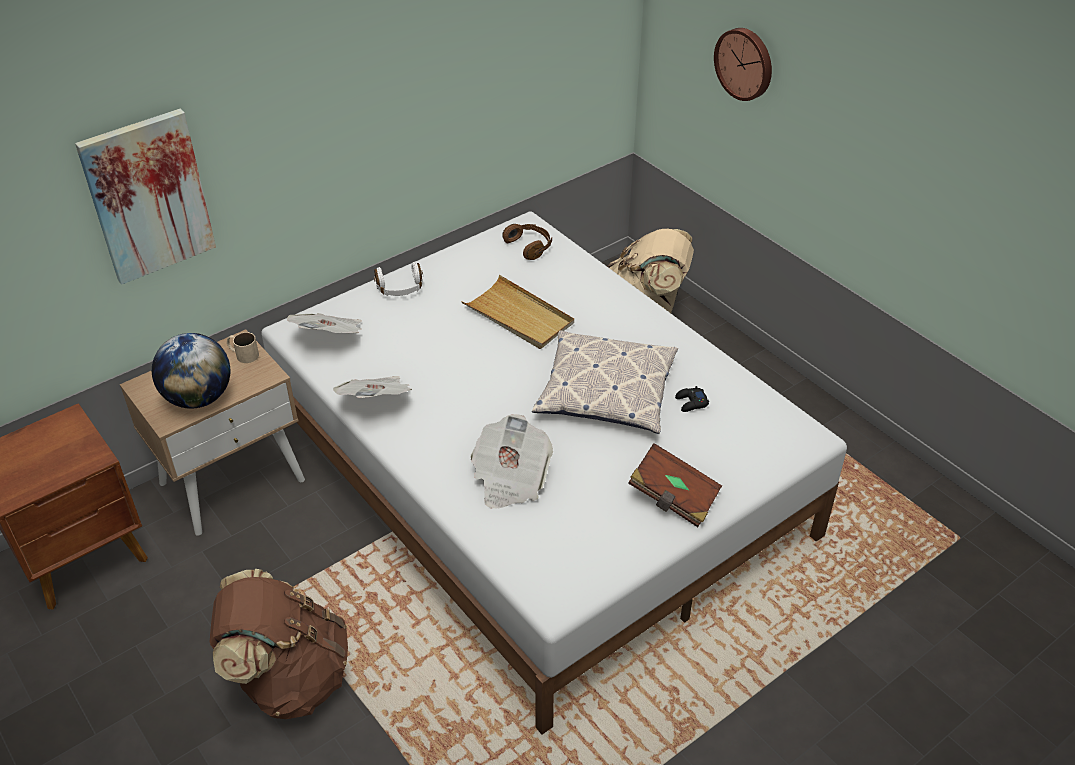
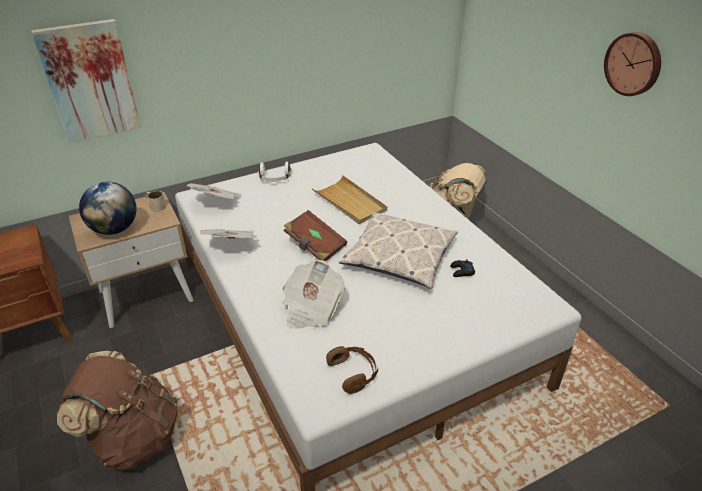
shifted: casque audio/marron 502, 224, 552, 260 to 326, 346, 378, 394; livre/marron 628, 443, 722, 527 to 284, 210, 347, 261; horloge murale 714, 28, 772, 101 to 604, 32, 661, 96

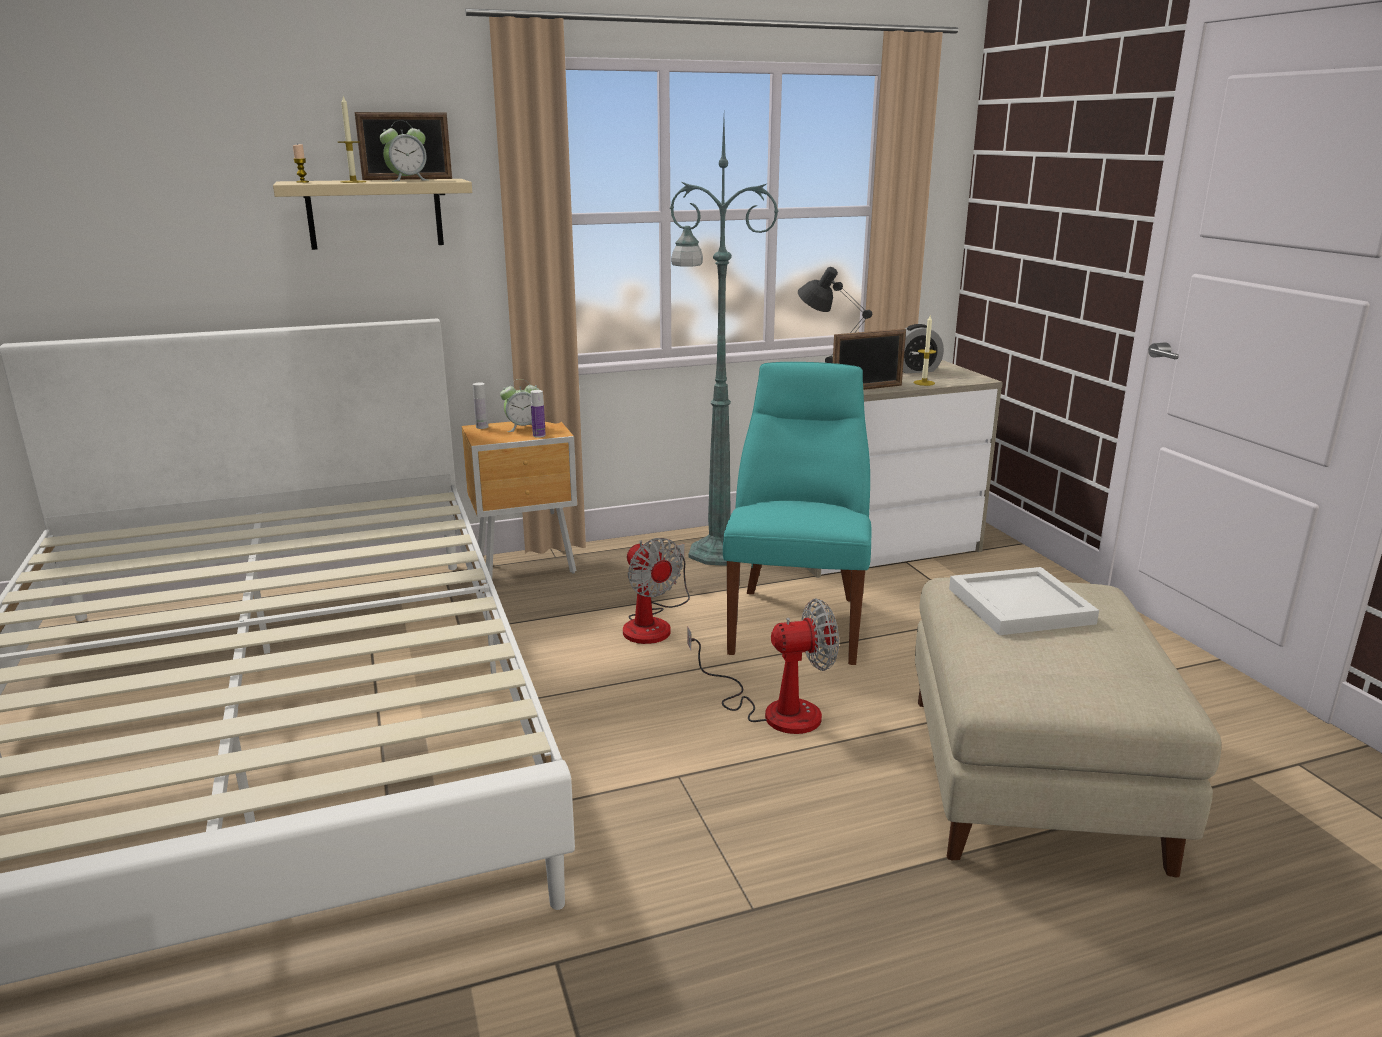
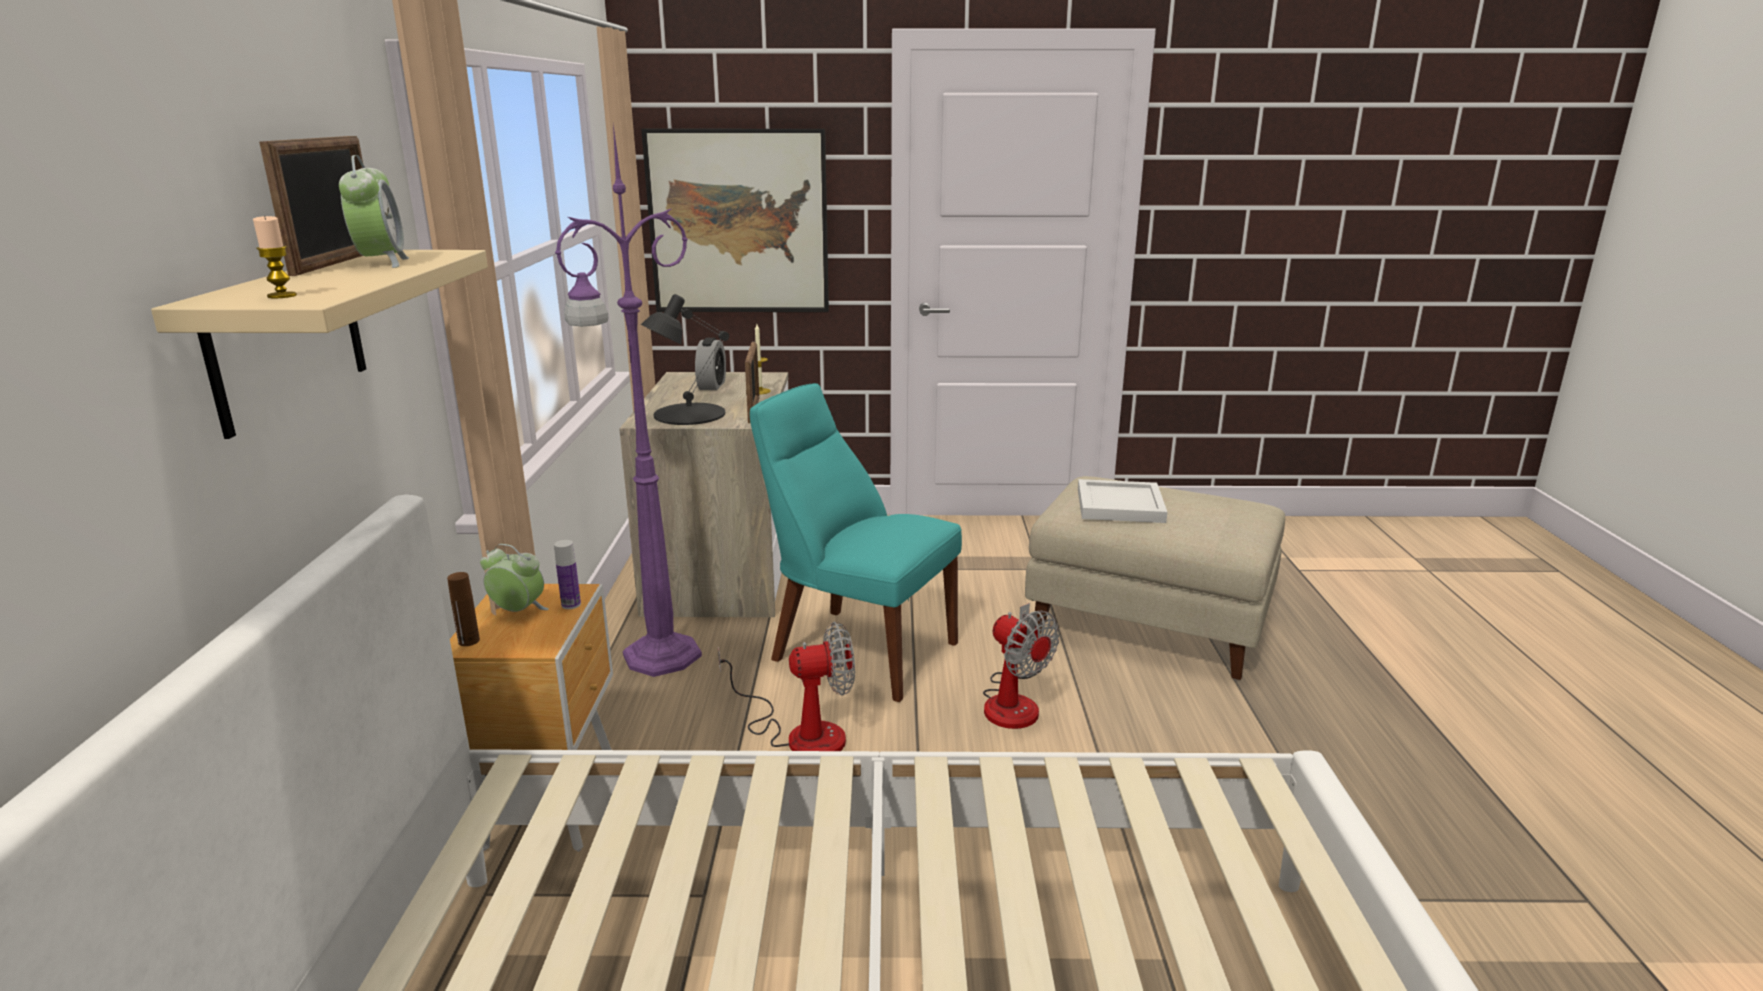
gone: bougie 338, 96, 366, 183
new: tableau 641, 129, 829, 312
repainted: bouteille/blanc 473, 383, 488, 429 to bouteille/marron 447, 572, 480, 646; lampadaire/vert 670, 120, 779, 566 to lampadaire/violet 555, 125, 702, 677
rotated: réveil 500, 379, 540, 432 = 480, 544, 549, 612 75 degrees counterclockwise; ventilateur 688, 599, 839, 734 = 983, 603, 1060, 729 135 degrees clockwise

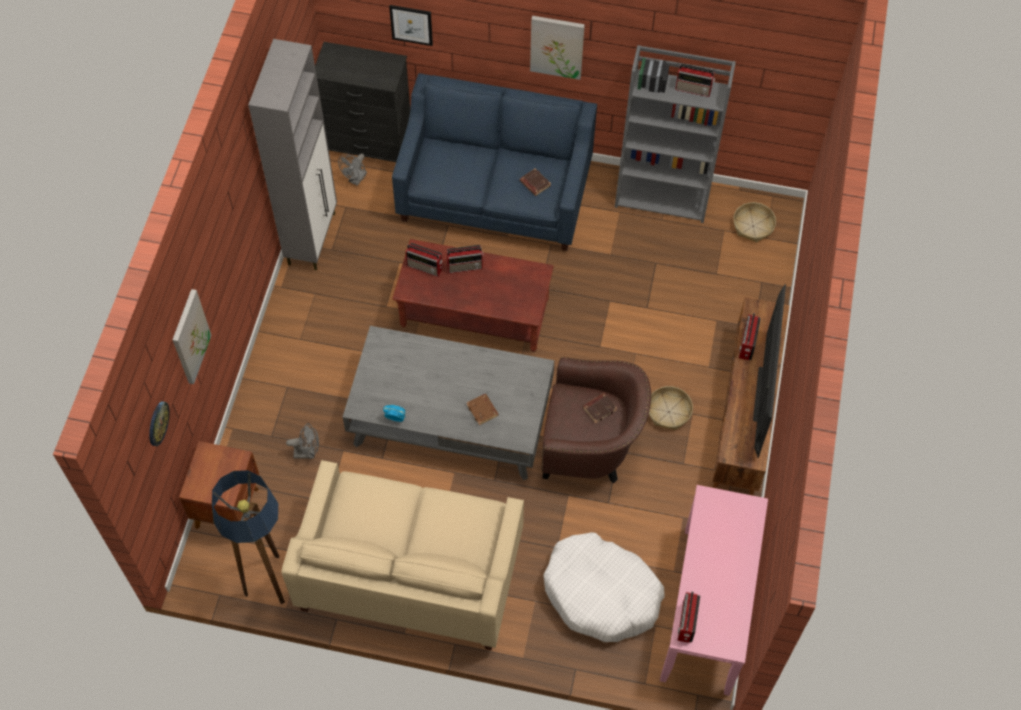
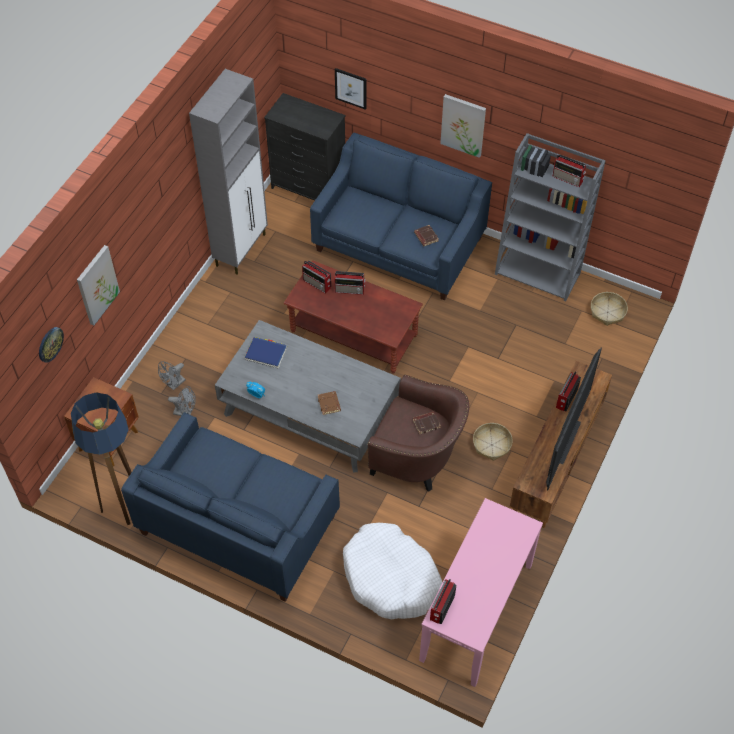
new: livre/bleu 244, 337, 287, 368
shifted: ventilateur/gris 338, 154, 367, 186 to 158, 361, 186, 391
repainted: canapé/beige 281, 460, 524, 650 to canapé/bleu 121, 412, 340, 602

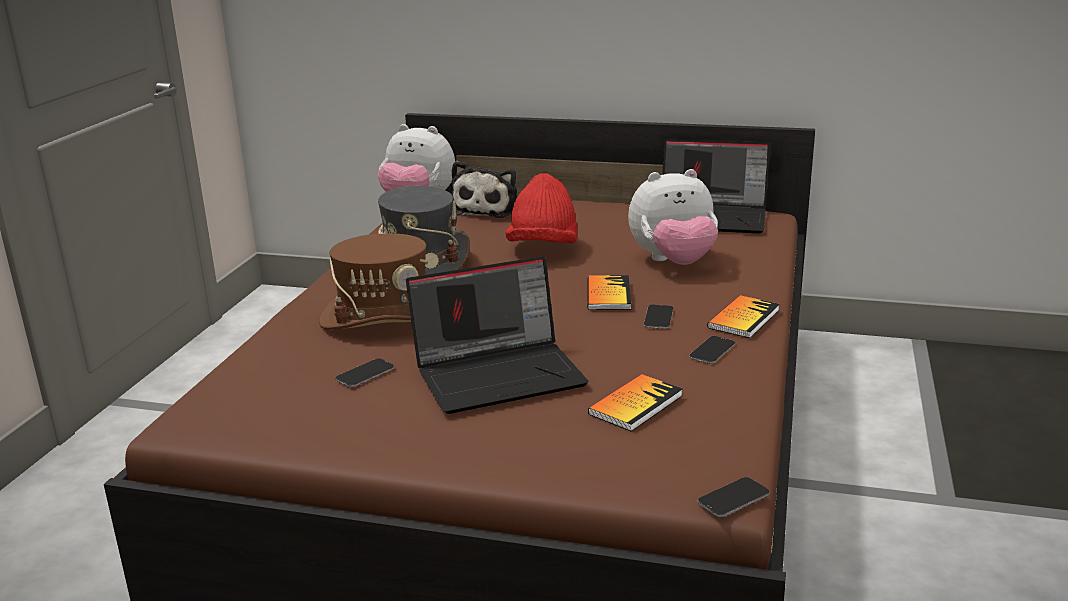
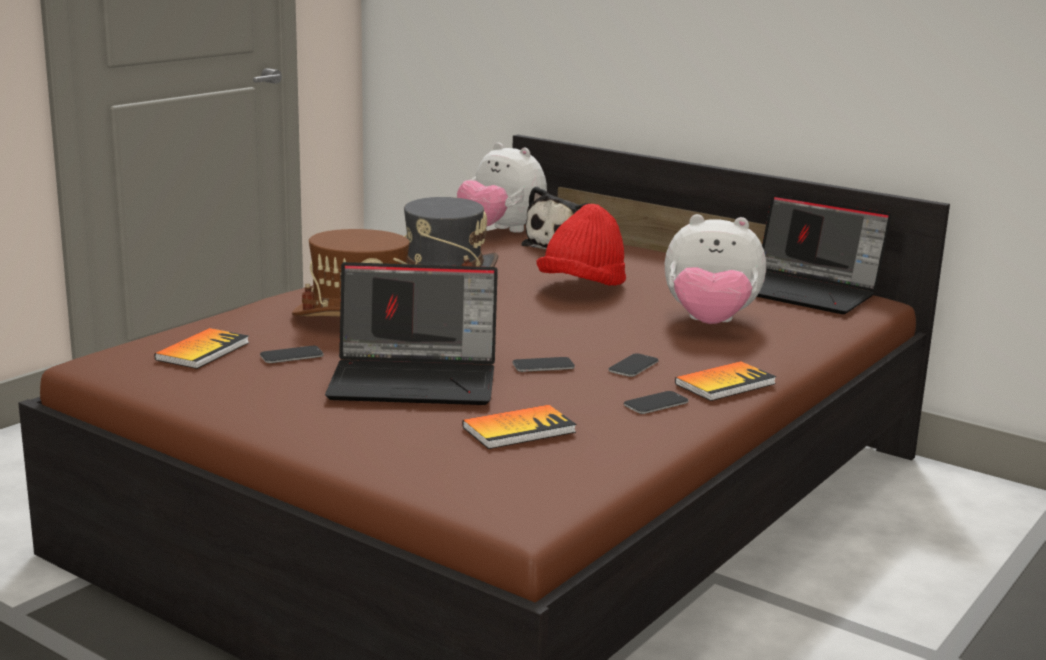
shifted: livre 587, 275, 631, 310 to 154, 328, 249, 369; téléphone 698, 477, 769, 517 to 512, 357, 575, 372

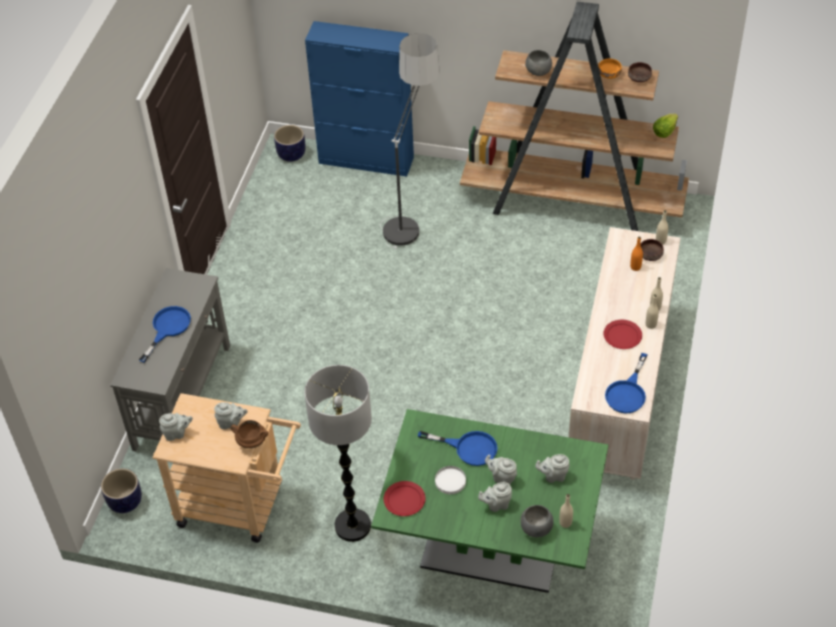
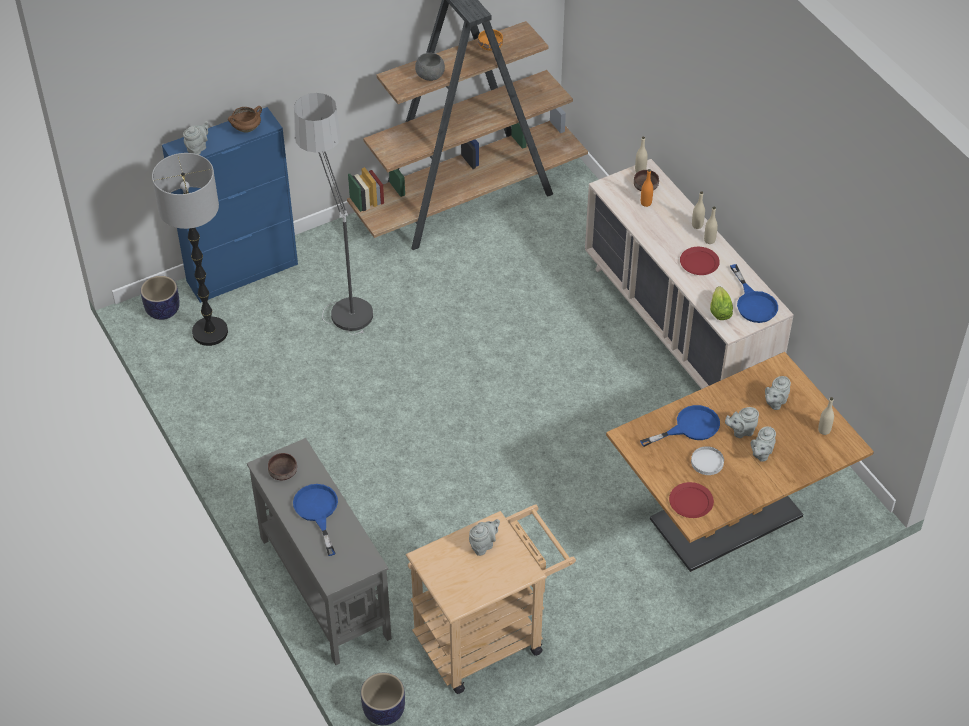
gone: bol/gris 520, 505, 554, 537
shifted: théière/gris 159, 413, 193, 441 to 183, 121, 208, 155; marmite/marron 231, 420, 268, 449 to 228, 106, 262, 133; lampadaire 304, 365, 372, 542 to 152, 153, 228, 346; bol/marron 628, 62, 652, 82 to 268, 453, 297, 480; laitue 653, 114, 678, 138 to 710, 286, 733, 320
repainted: table à manger/vert 371, 409, 608, 593 to table à manger/marron 606, 352, 874, 572

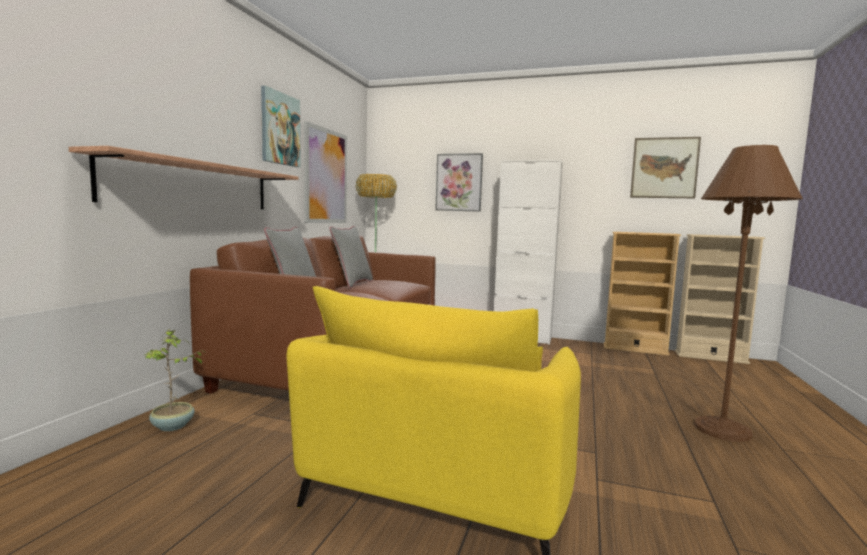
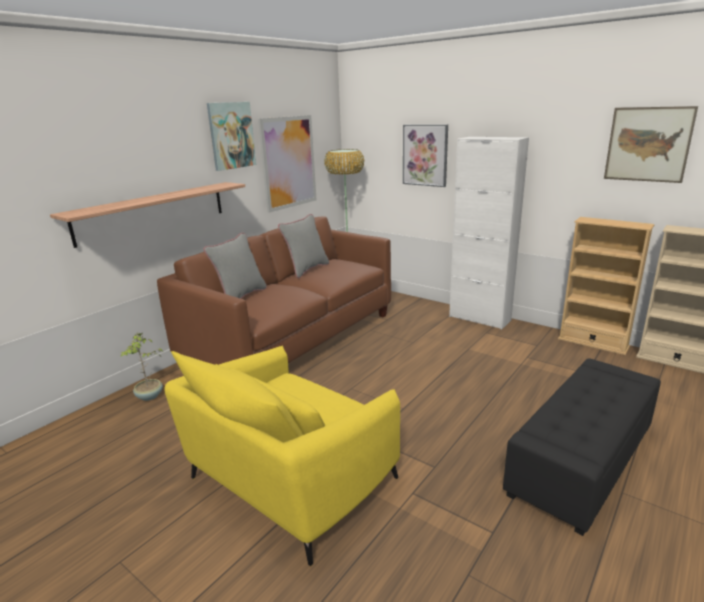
swapped: lampadaire/marron 694, 145, 803, 442 to pouf/noir 503, 358, 661, 536

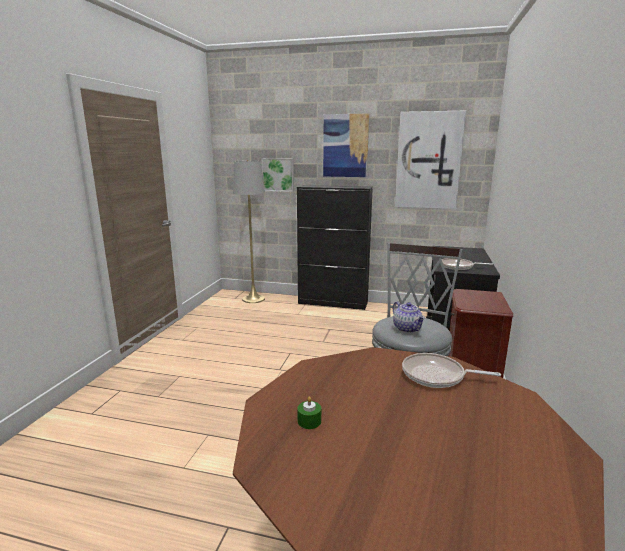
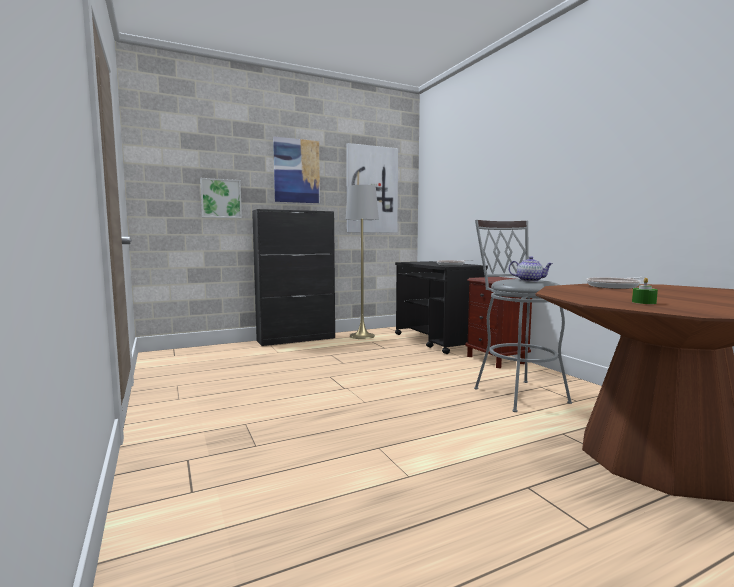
shifted: lampadaire/gris 233, 160, 265, 303 to 345, 185, 379, 339

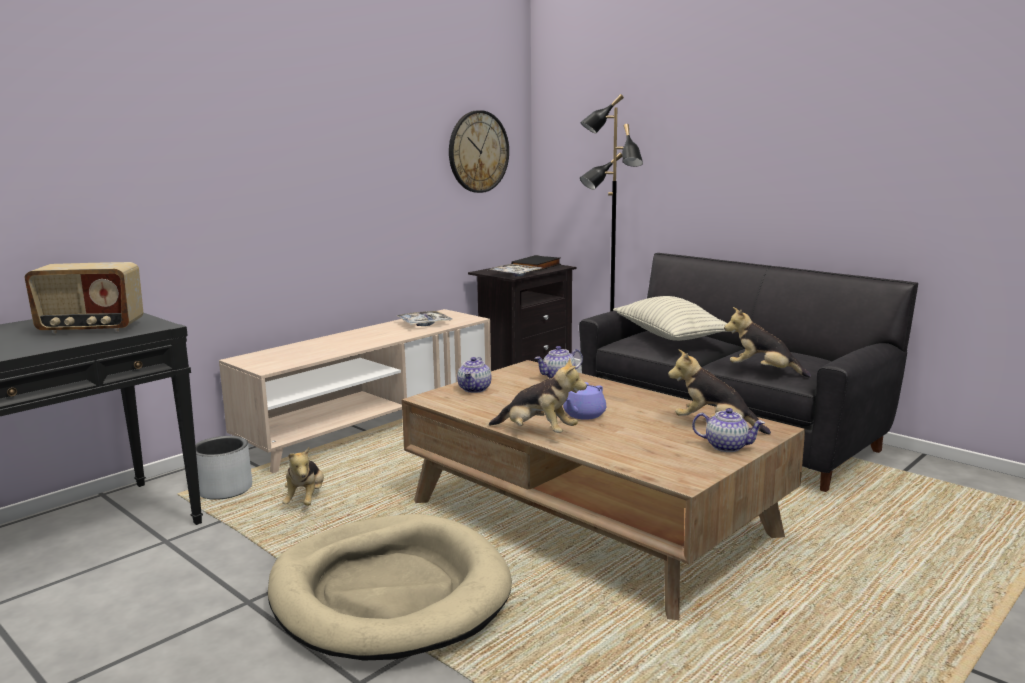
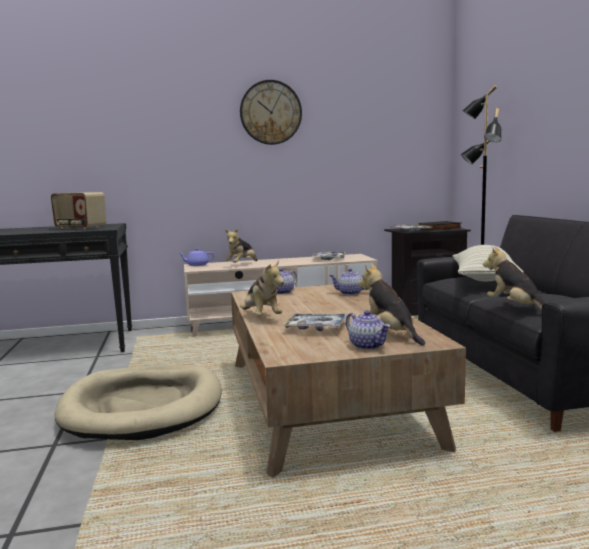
gone: cache-pot/gris 195, 436, 252, 500
new: plateau 282, 314, 347, 331
shifted: peluche 282, 447, 324, 506 to 224, 228, 257, 263; horloge murale 449, 110, 509, 193 to 240, 80, 302, 145; théière/violet 563, 382, 606, 420 to 179, 248, 214, 266

